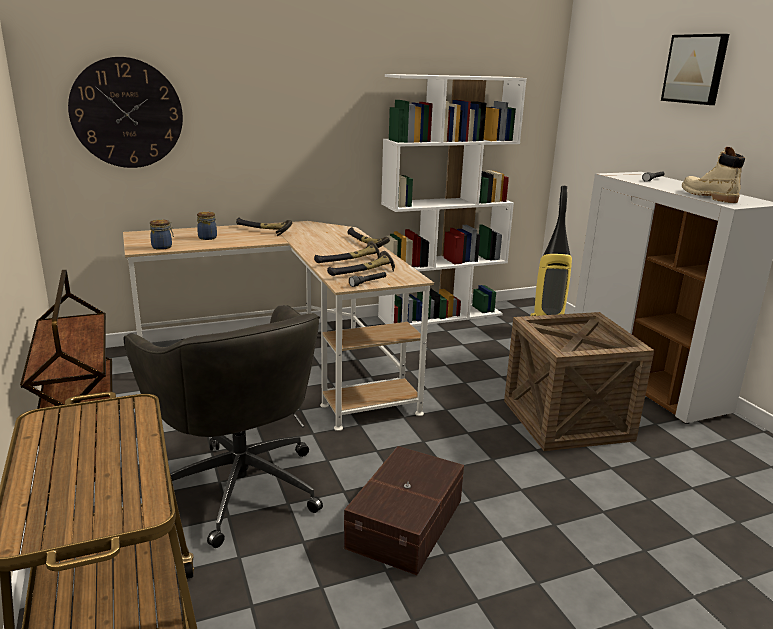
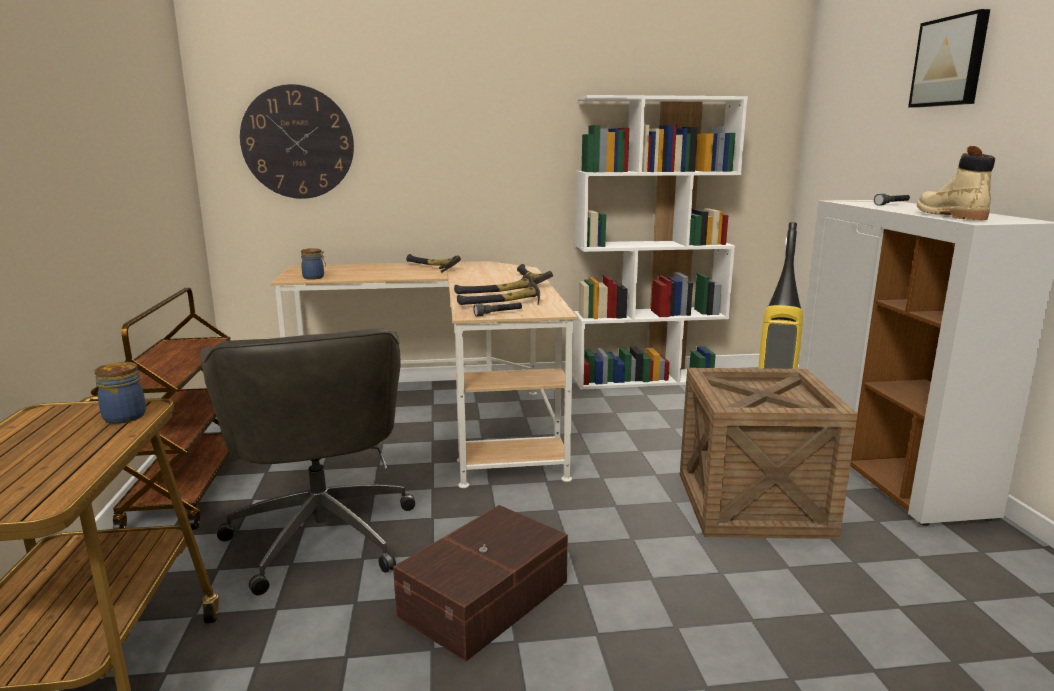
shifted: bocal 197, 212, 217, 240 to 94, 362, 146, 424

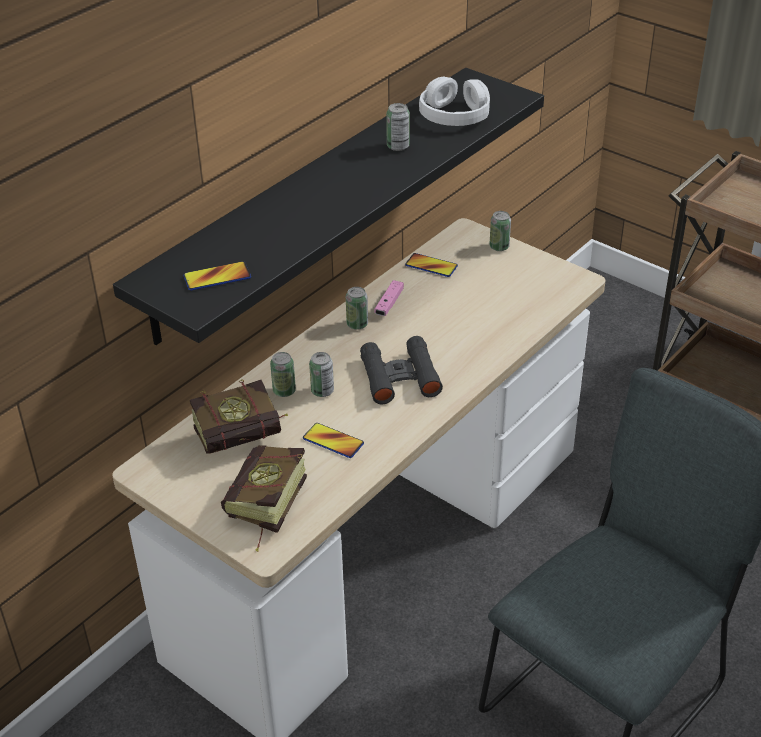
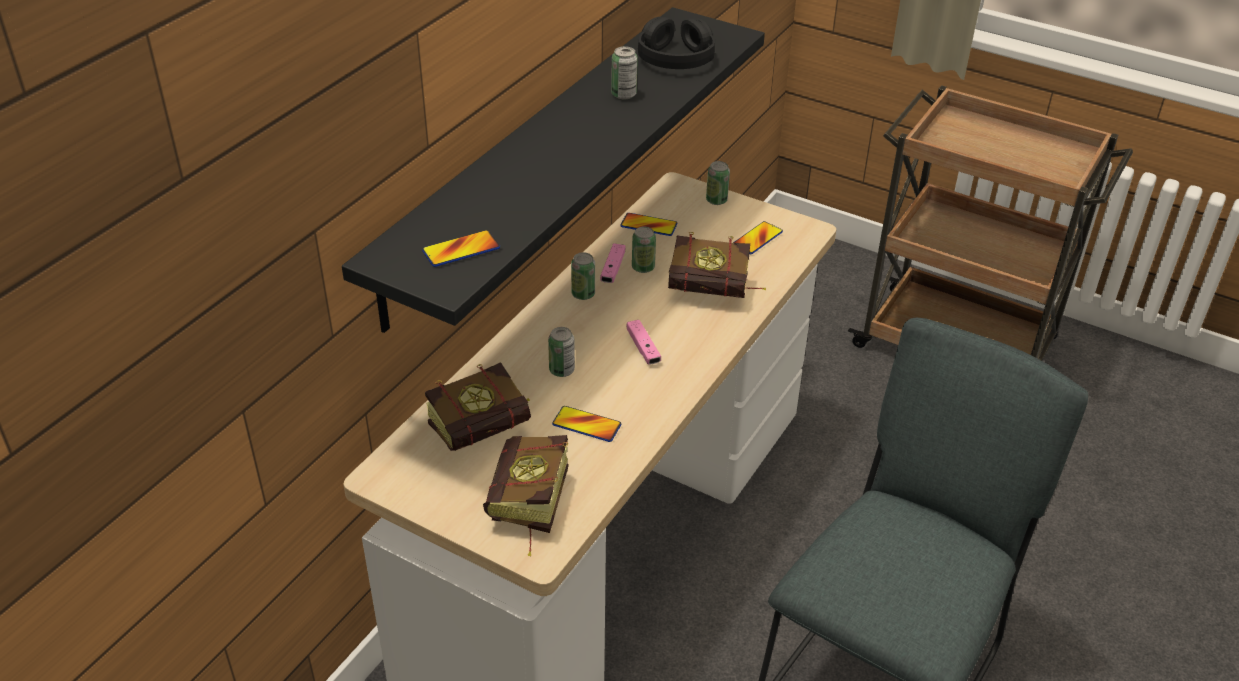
new: livre 668, 232, 766, 298; téléphone 733, 221, 783, 254
shifted: boîte métallique 270, 352, 296, 397 to 632, 227, 656, 273
swapped: jumelles/noir 360, 336, 443, 404 to manette/rose 627, 320, 661, 365
repainted: casque audio/blanc 419, 77, 490, 126 to casque audio/noir 638, 17, 715, 69

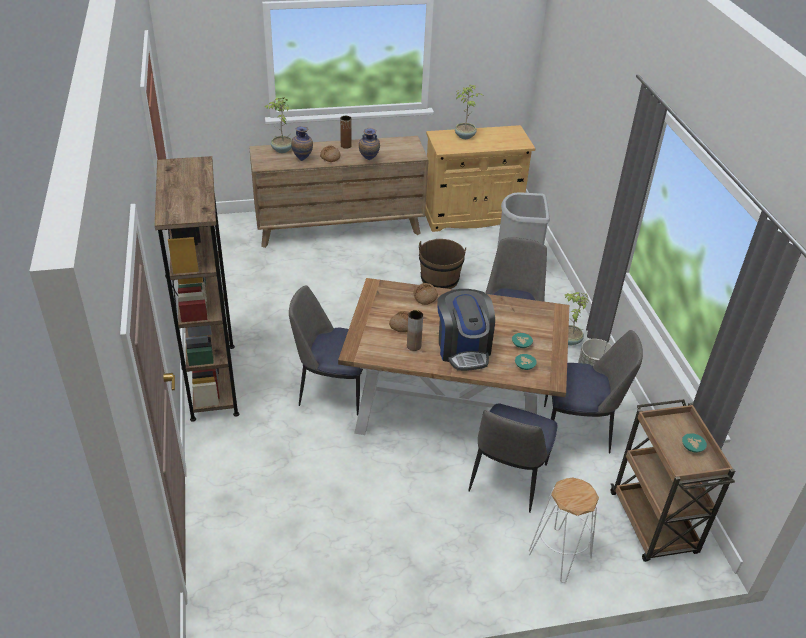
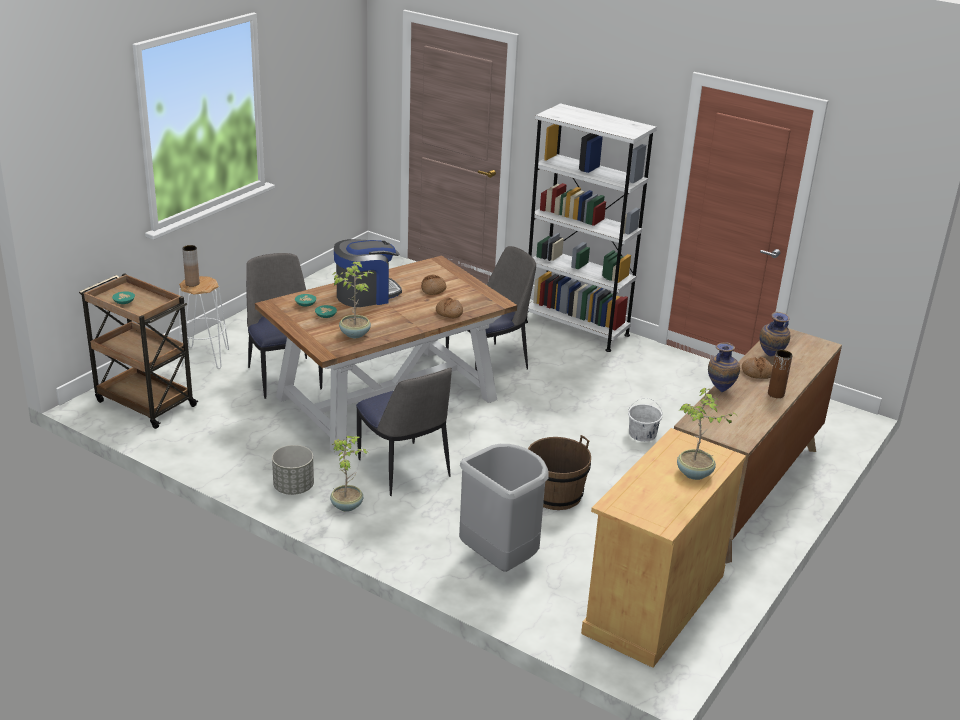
gone: chaise 544, 330, 643, 453
new: seau/blanc 628, 398, 662, 442
shifted: plante en pot 265, 97, 292, 153 to 332, 262, 374, 338; vase/marron 407, 310, 423, 351 to 182, 245, 200, 287
repainted: bibliothèque/marron 155, 156, 239, 422 to bibliothèque/blanc 525, 103, 657, 352
rotated: machine à café 438, 289, 495, 371 = 334, 239, 402, 307 120 degrees clockwise

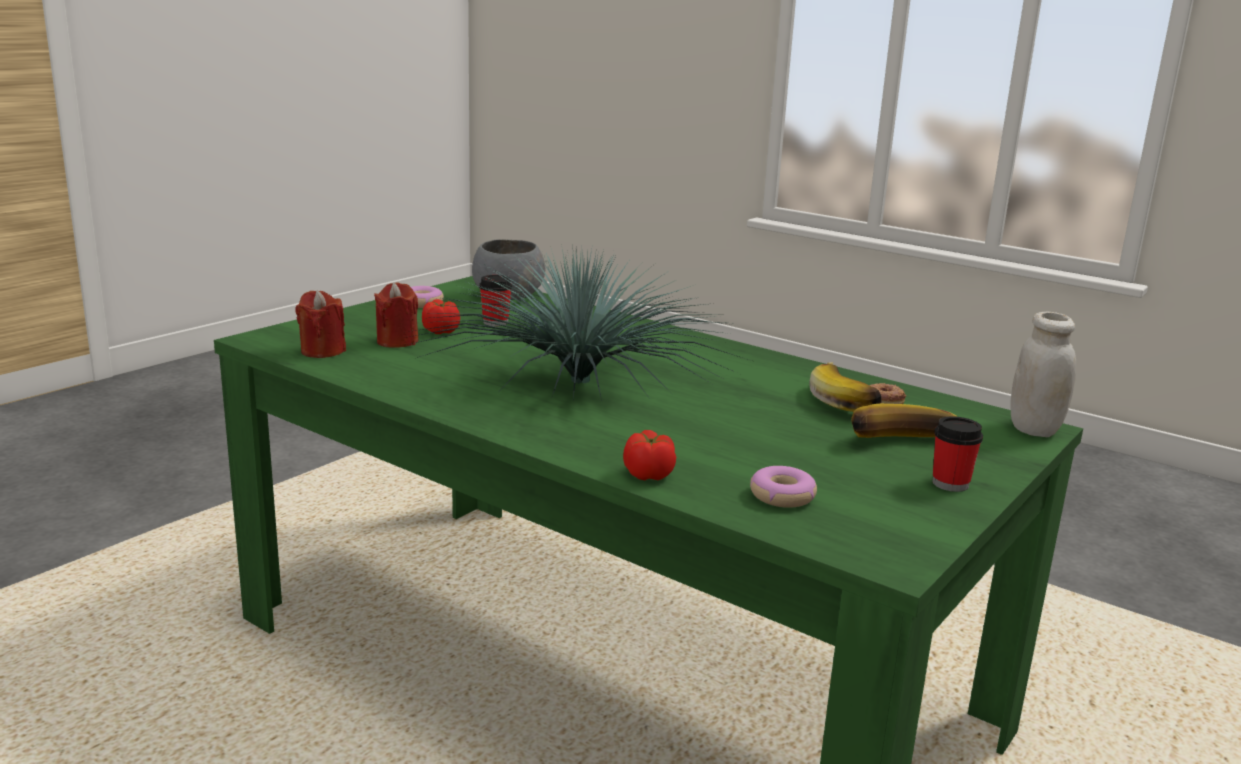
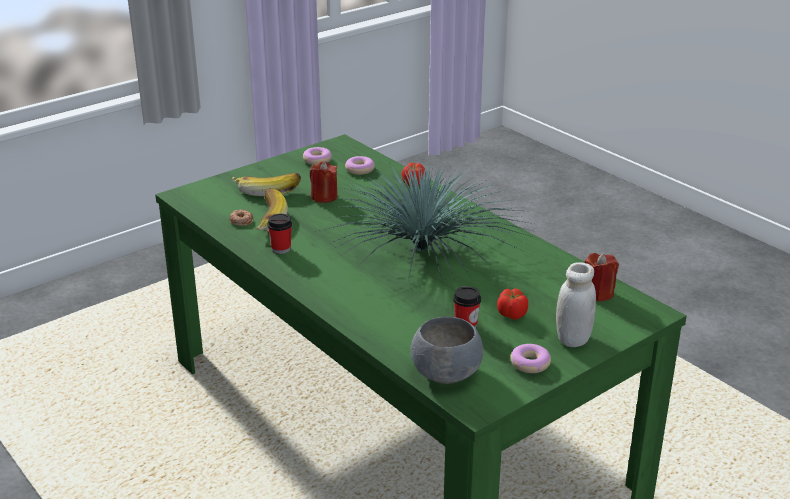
new: beignet 303, 147, 332, 165
shifted: bougie/rouge 374, 282, 418, 348 to 310, 161, 338, 203; tasse 932, 416, 983, 492 to 267, 214, 292, 254; bocal/blanc 1011, 312, 1076, 437 to 556, 262, 596, 347

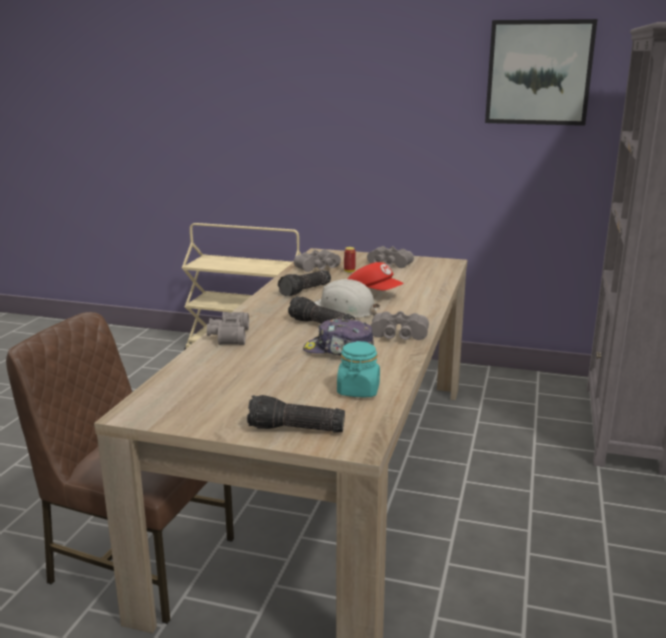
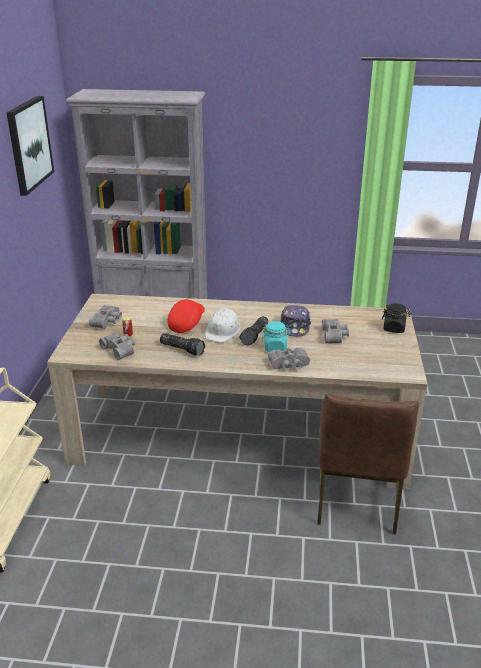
shifted: bocal/turquoise 337, 341, 380, 397 to 261, 321, 291, 352; jumelles/gris 370, 311, 429, 340 to 322, 319, 349, 343
swapped: lampe de poche 247, 395, 345, 433 to bocal/noir 382, 303, 411, 333

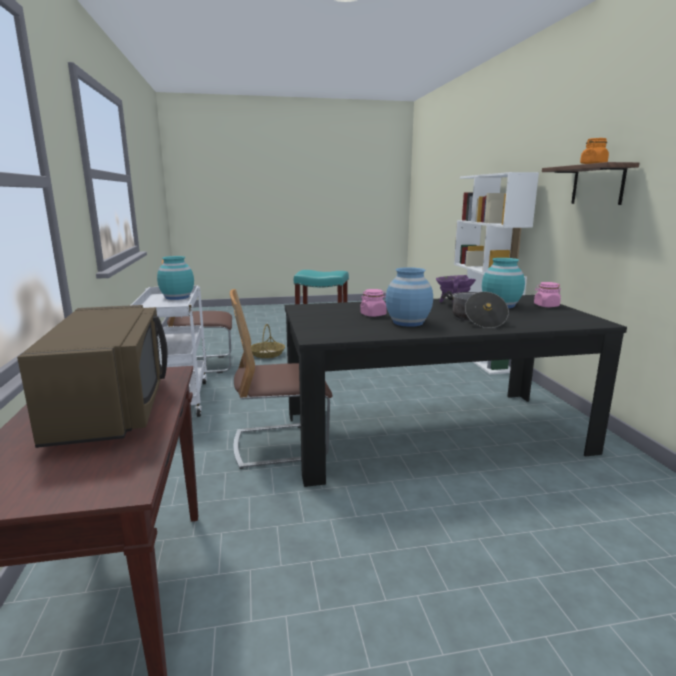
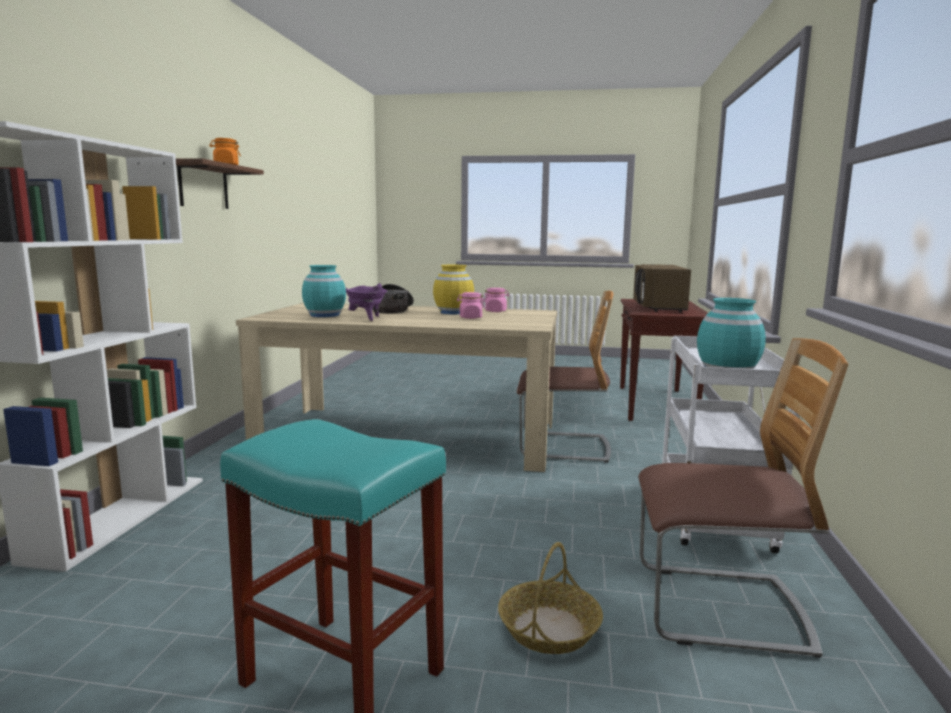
shifted: bocal/rose 534, 282, 561, 307 to 484, 288, 509, 312
repainted: table à manger/noir 285, 295, 627, 487 to table à manger/beige 236, 303, 557, 472; vase/bleu 385, 267, 433, 327 to vase/jaune 433, 265, 474, 314

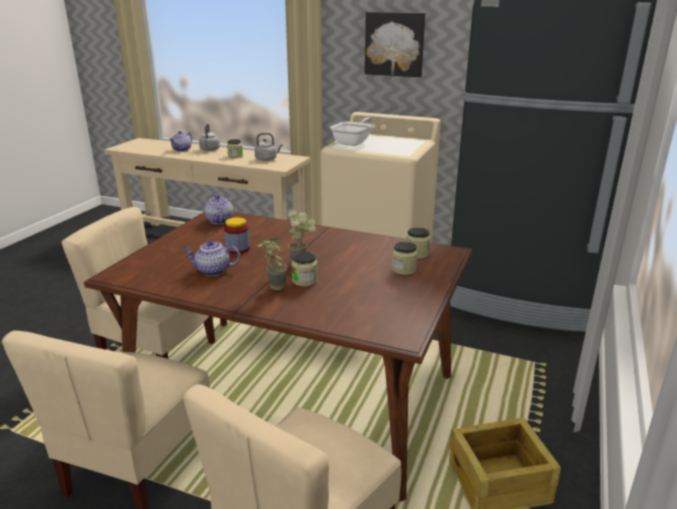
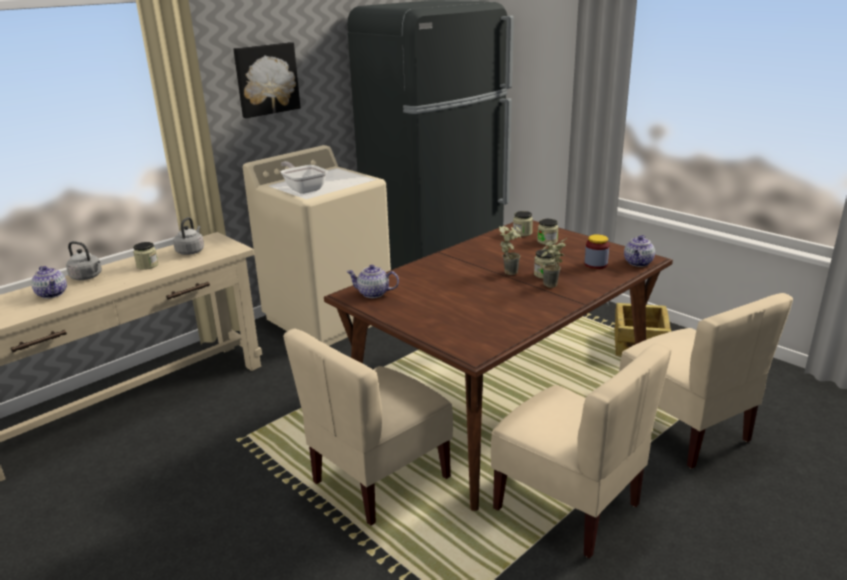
shifted: théière 183, 240, 240, 276 to 624, 235, 655, 267; bocal 224, 217, 250, 254 to 584, 234, 610, 269

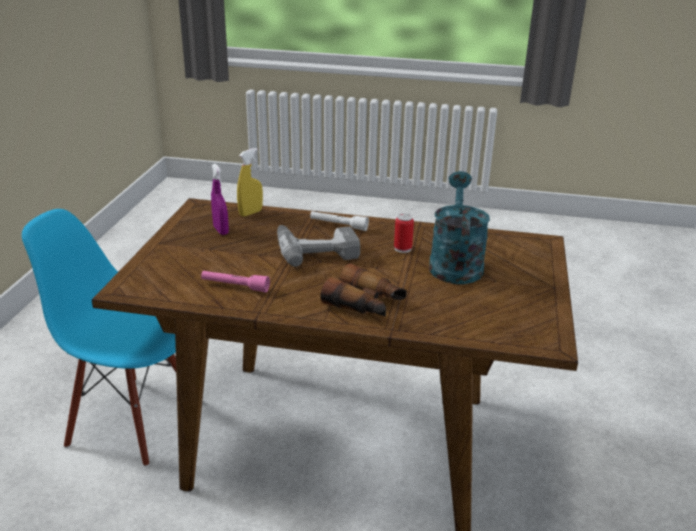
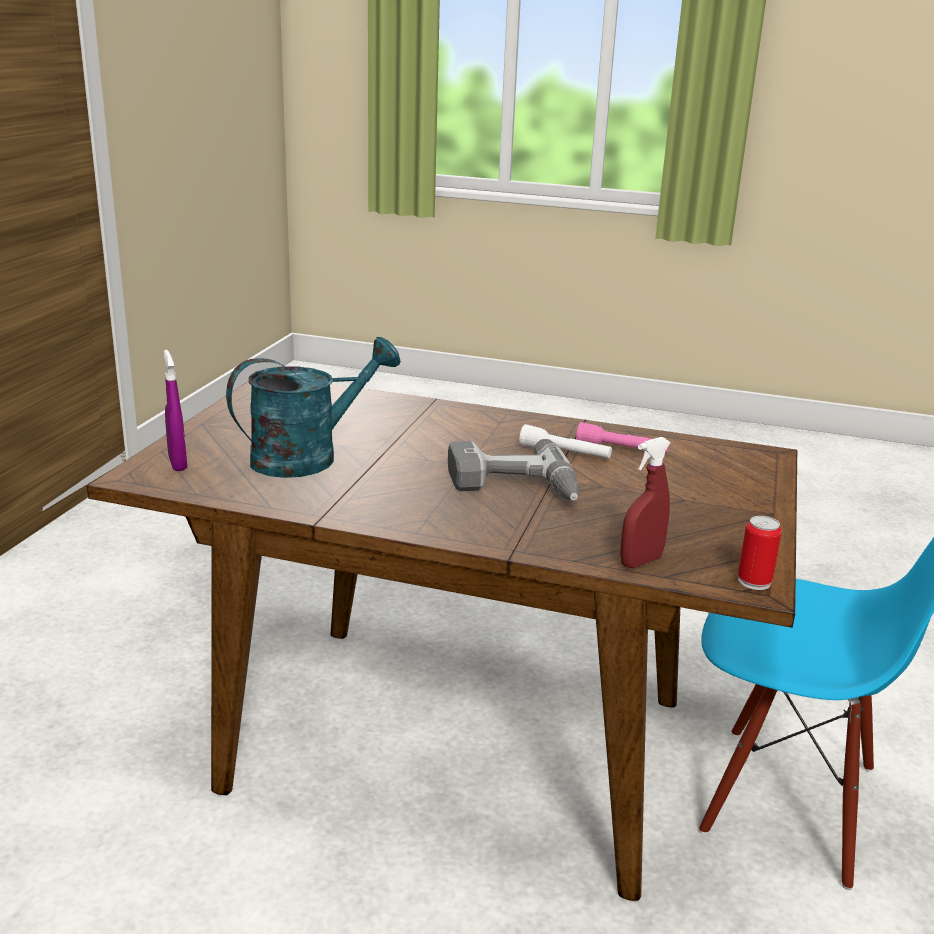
gone: jumelles 320, 263, 407, 317
shifted: vaporisateur/violet 211, 164, 229, 235 to 164, 350, 187, 471; lampe de poche/blanc 310, 211, 369, 231 to 519, 424, 612, 458; boîte métallique 394, 214, 414, 253 to 738, 516, 782, 590
repainted: vaporisateur/jaune 237, 148, 263, 217 to vaporisateur/rouge 620, 437, 671, 568
rotated: arrosoir/turquoise 429, 171, 490, 284 = 226, 337, 401, 478 135 degrees counterclockwise

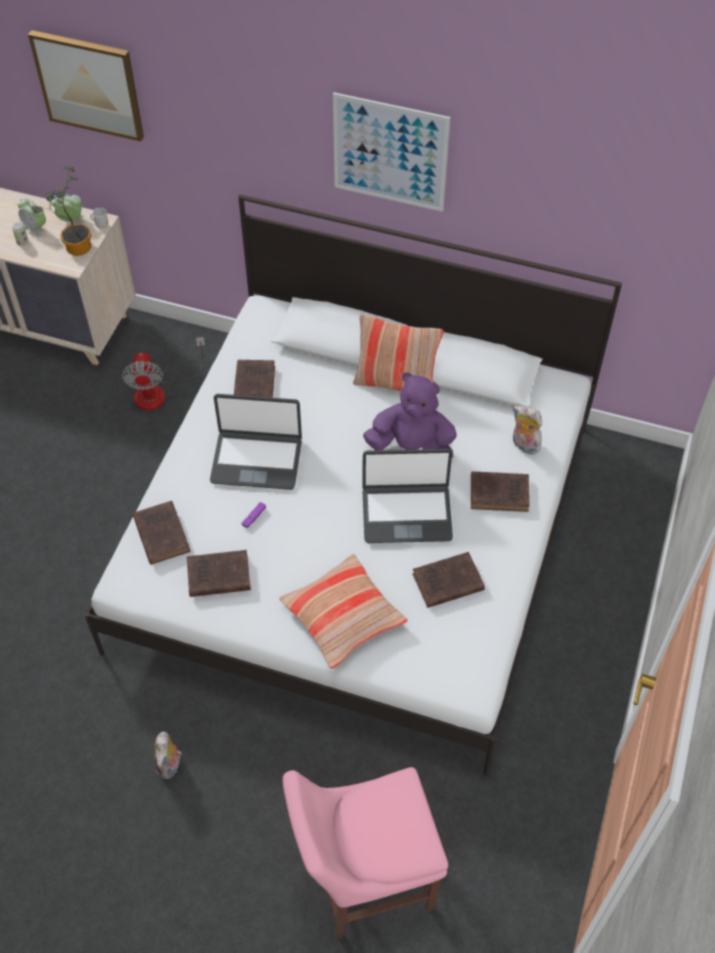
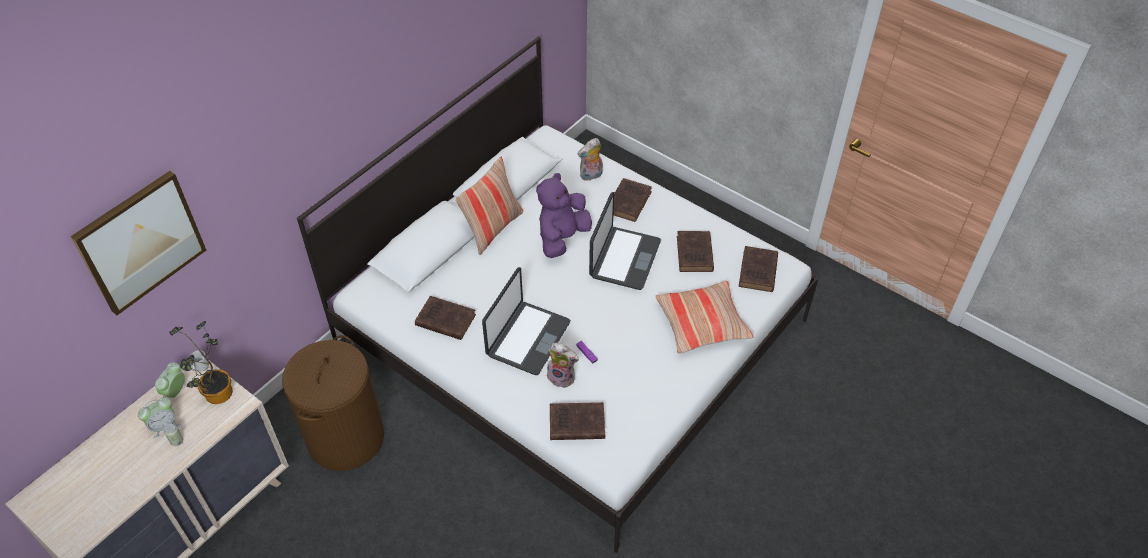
gone: chaise/rose 283, 767, 448, 939; tableau 333, 92, 450, 212
shifted: peluche 154, 731, 182, 779 to 547, 342, 579, 388; livre/marron 187, 550, 251, 597 to 739, 246, 778, 292
swapped: ventilateur 122, 337, 205, 410 to panier à linge/marron 282, 335, 384, 471

